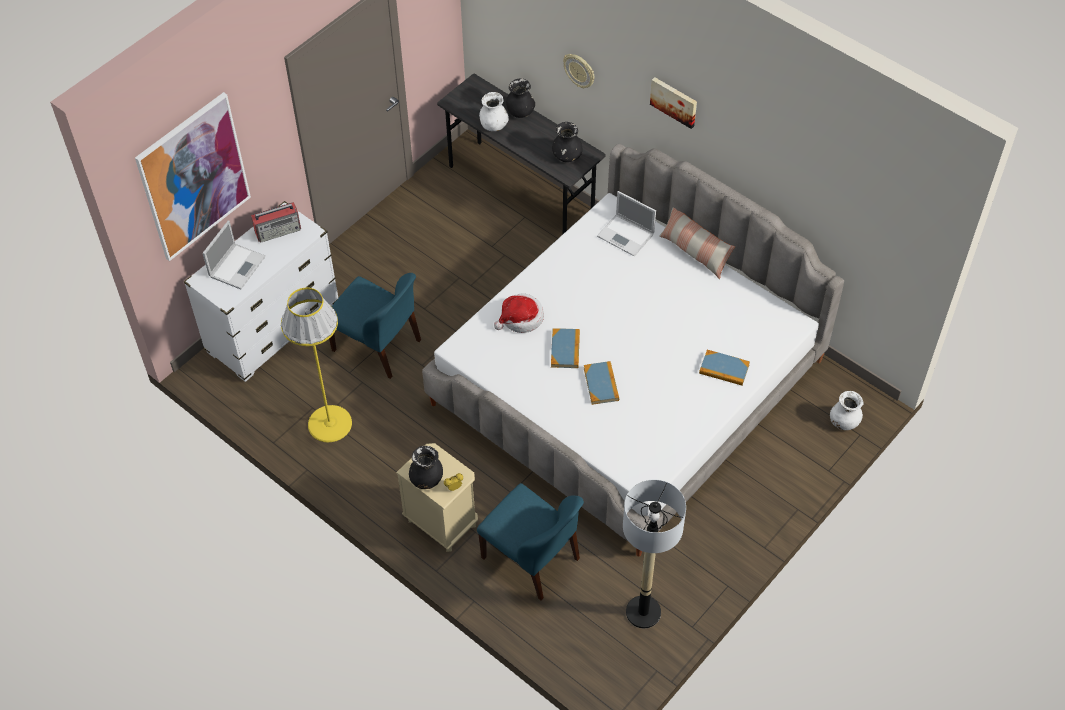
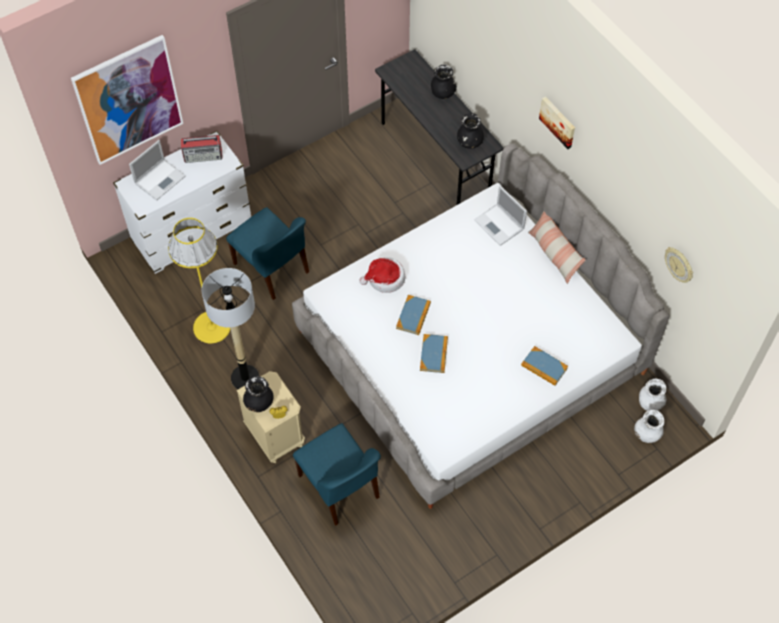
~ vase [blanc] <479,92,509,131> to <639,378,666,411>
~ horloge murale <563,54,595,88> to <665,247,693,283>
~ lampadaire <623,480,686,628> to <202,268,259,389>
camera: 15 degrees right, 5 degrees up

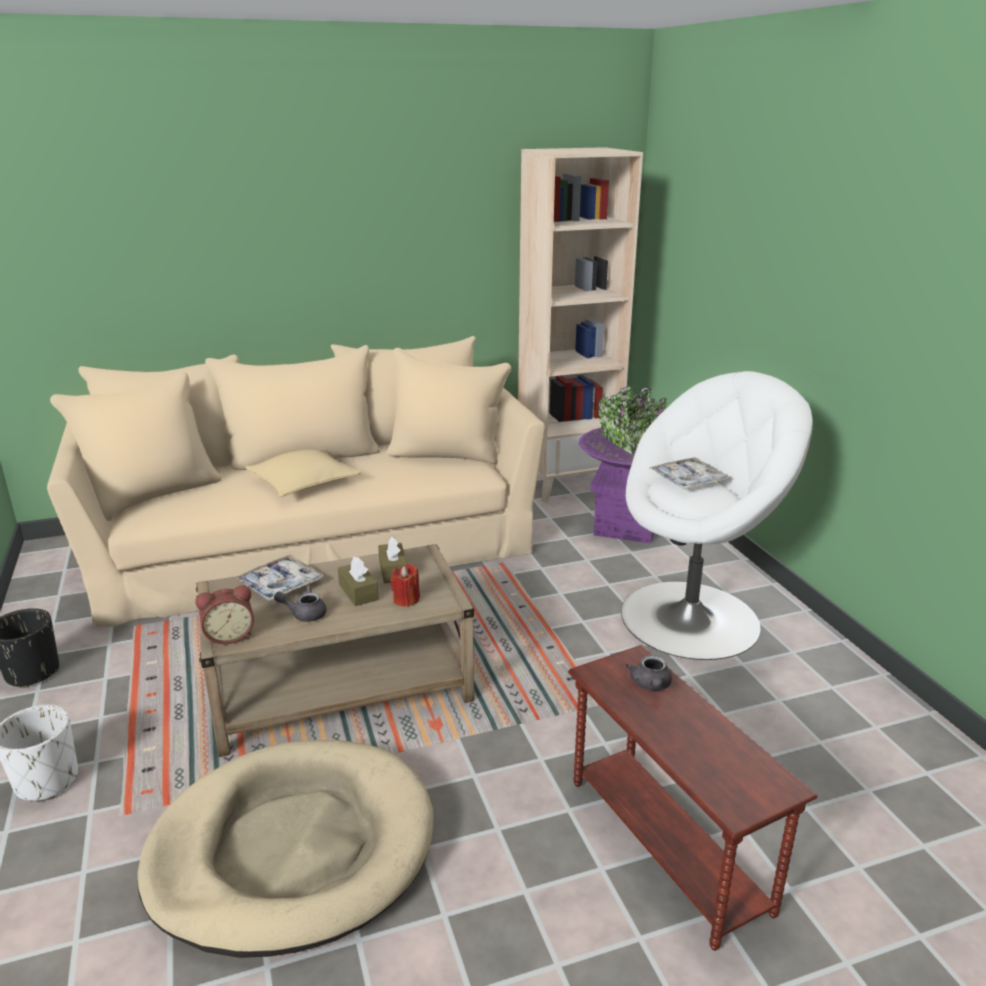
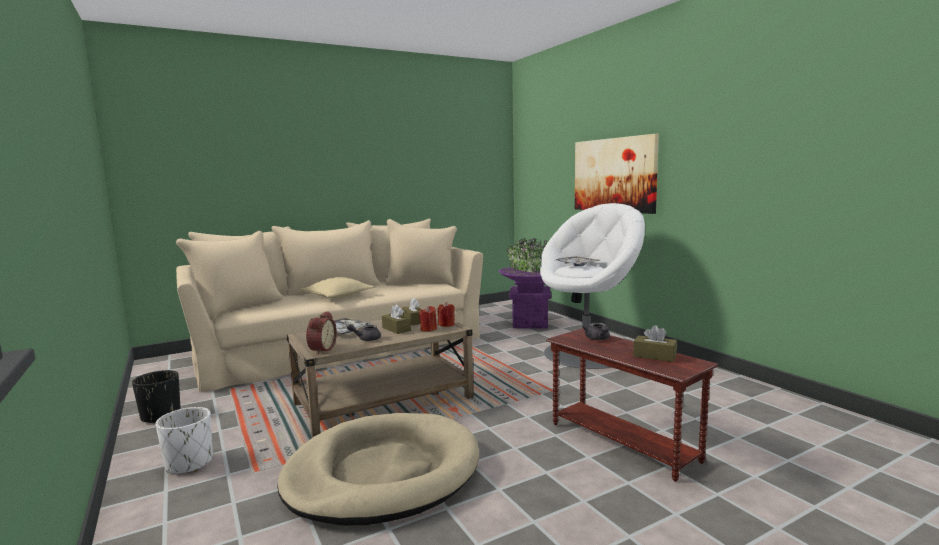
~ réveil <195,585,254,644> = <306,311,337,354> 45 degrees counterclockwise
- bibliothèque [beige] <518,147,643,502>
+ bougie [rouge] <438,302,455,327>
+ tableau <575,134,659,214>
+ boîte à mouchoirs [marron] <633,325,677,362>
camera: 10 degrees left, 15 degrees down

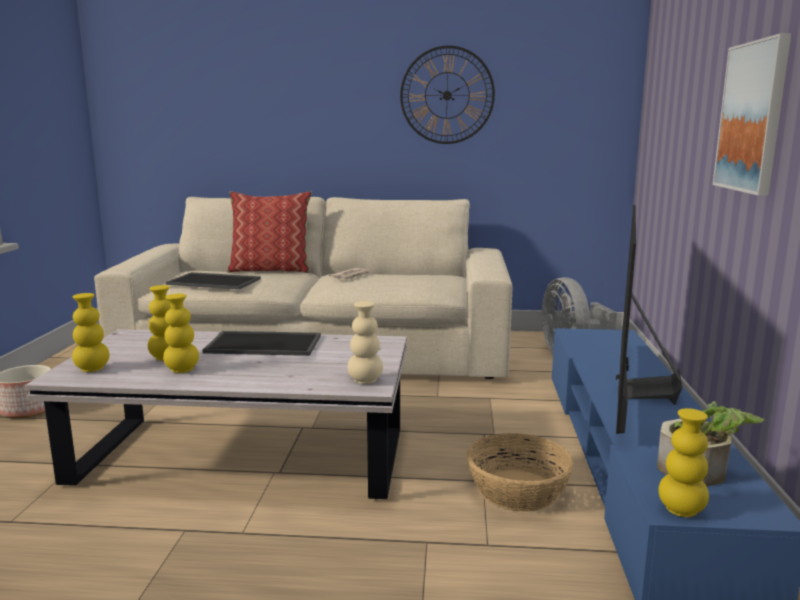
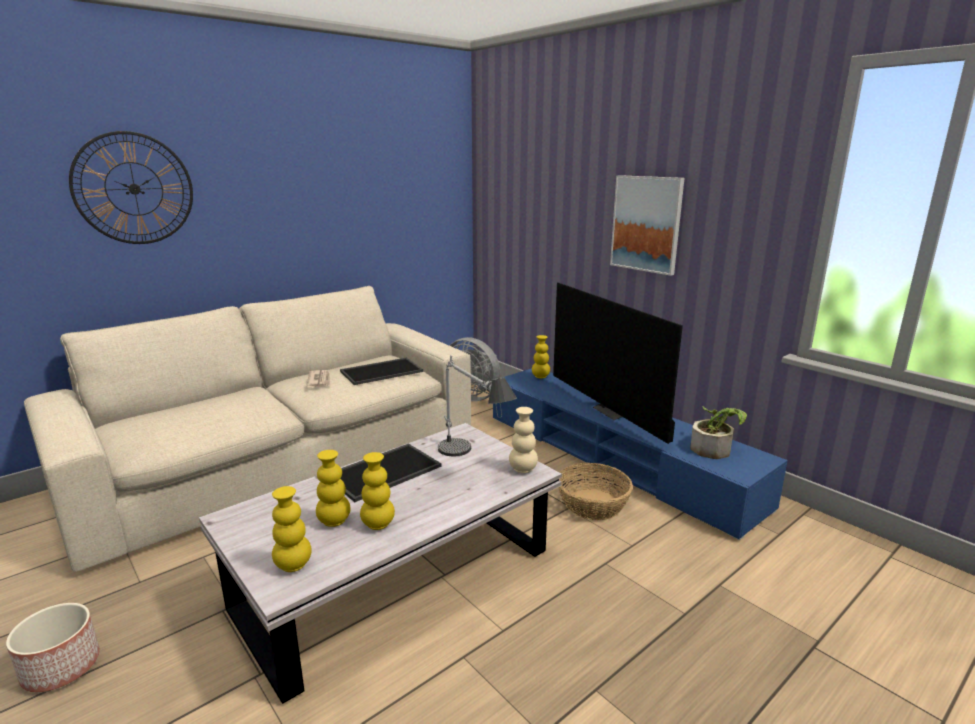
~ plateau <166,272,261,290> to <340,358,423,385>
- coussin <227,191,312,273>
~ horloge murale <400,45,495,144> to <69,131,193,244>
~ vase [jaune] <658,408,709,517> to <532,335,550,378>
+ lampe de table <438,355,517,457>
camera: 45 degrees left, 5 degrees up

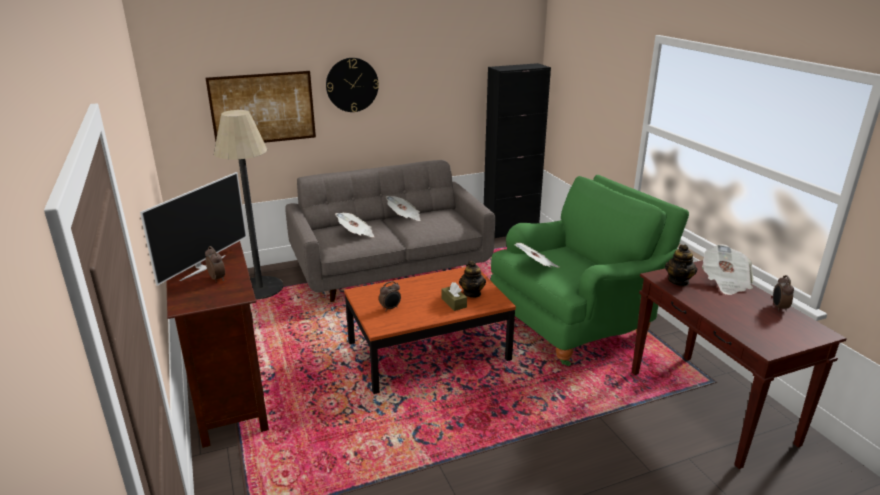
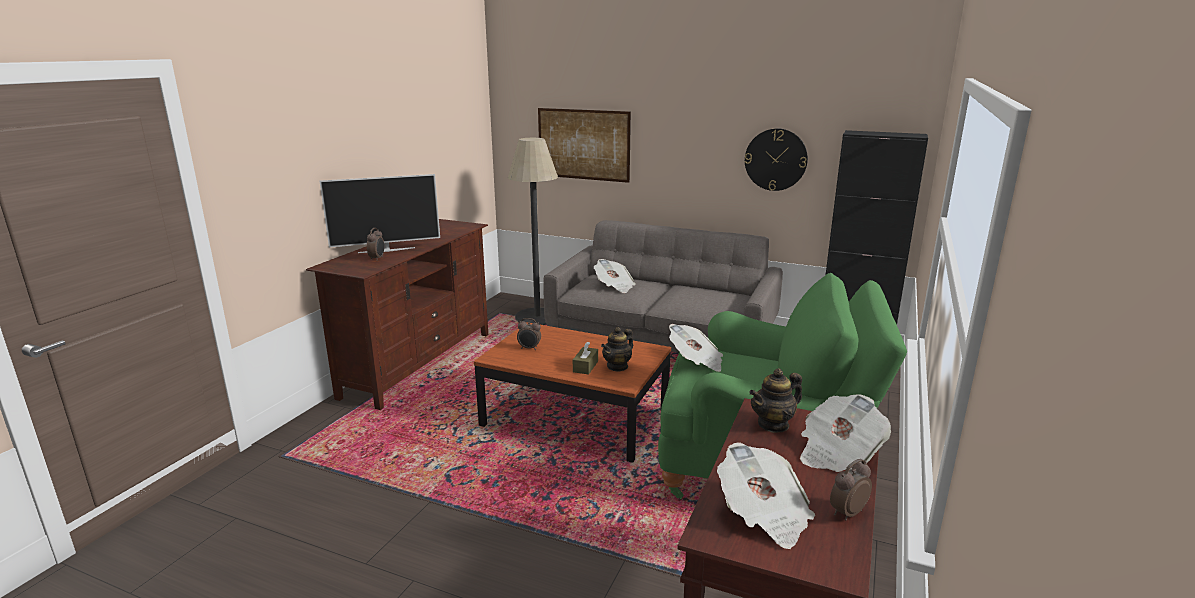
~ horloge murale <326,58,379,112> to <745,128,808,191>
~ journal <386,196,420,221> to <717,442,815,549>
camera: 45 degrees right, 5 degrees down

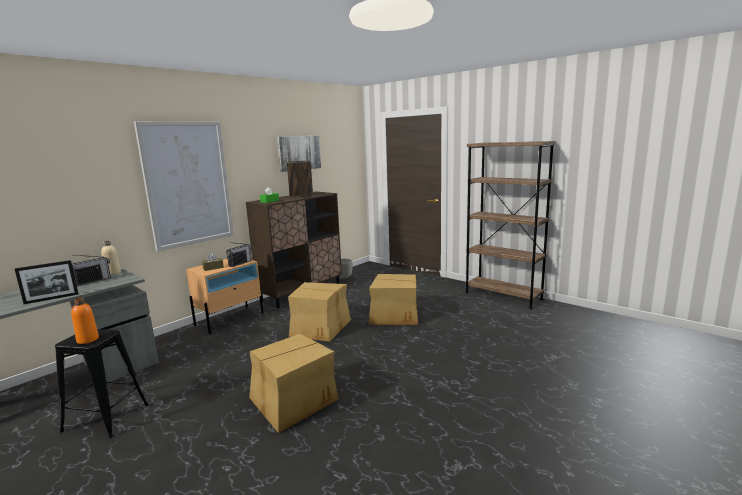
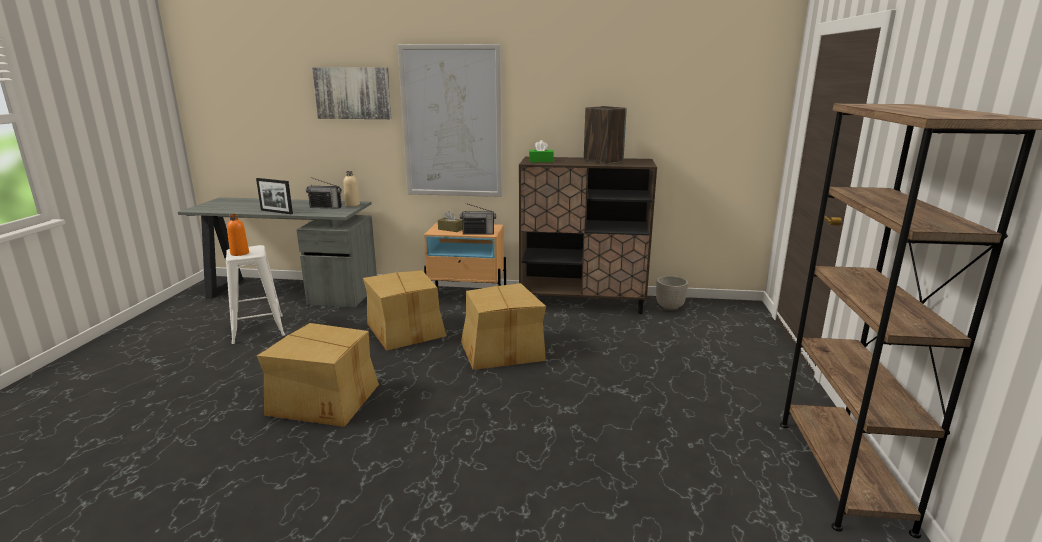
~ tabouret [noir] <55,329,149,438> to tabouret [blanc] <225,245,285,344>
~ tableau <277,136,321,172> to <312,67,392,119>
~ carton <368,274,418,325> to <363,270,447,351>
camera: 55 degrees right, 5 degrees up

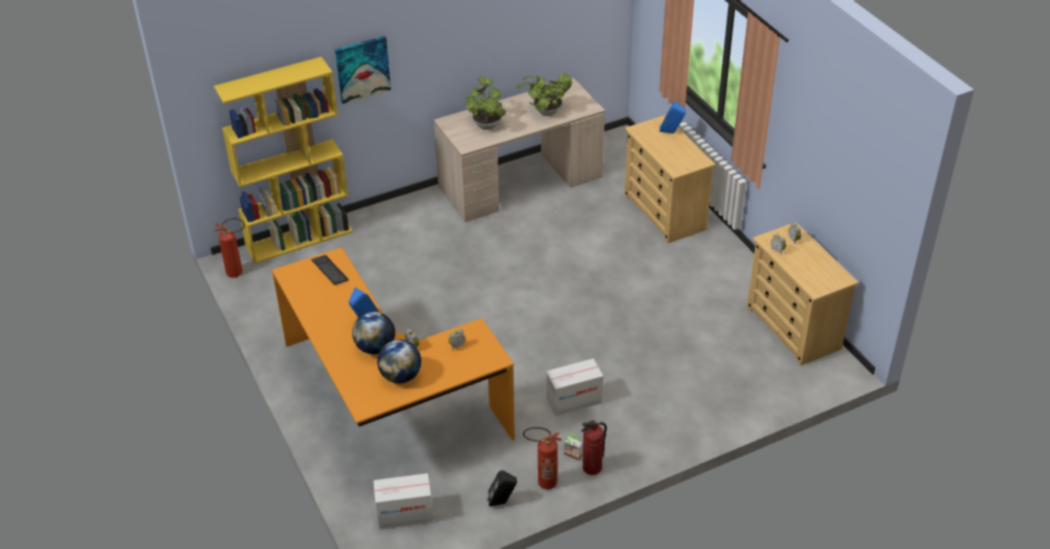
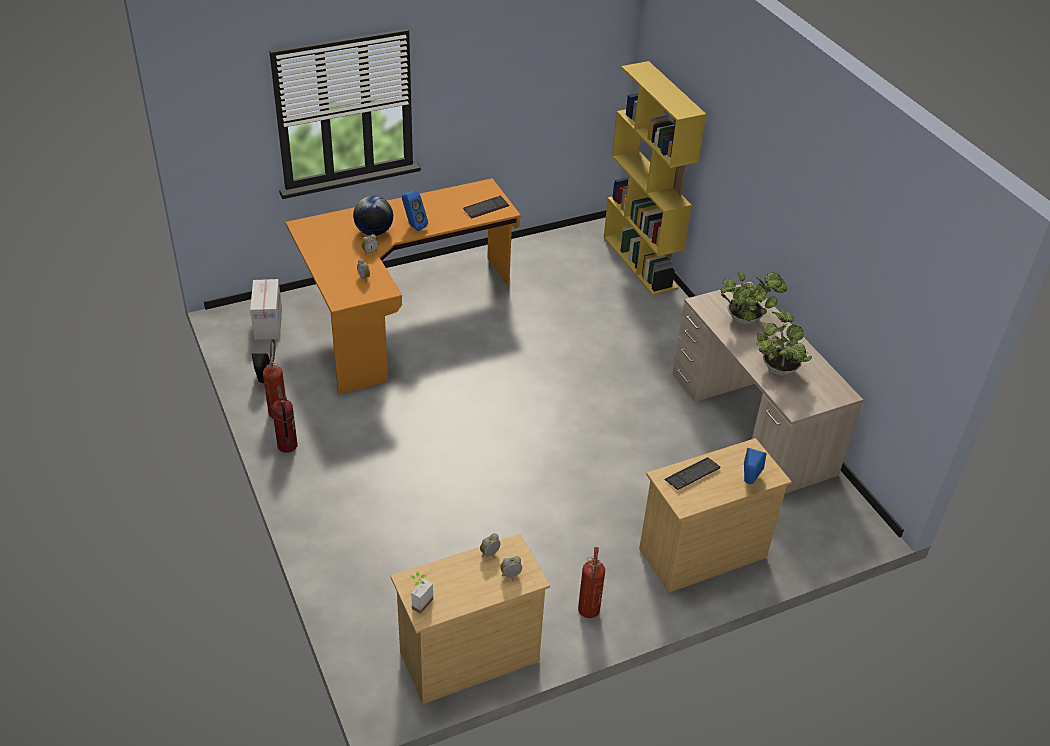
~ extincteur <214,218,245,278> to <578,547,605,618>
- tableau <335,36,391,104>
- globe <377,340,421,384>
- carton <547,358,603,416>
~ plante en pot <564,433,583,461> to <411,571,433,614>
+ clavier <664,457,721,490>
camera: 90 degrees right, 0 degrees up

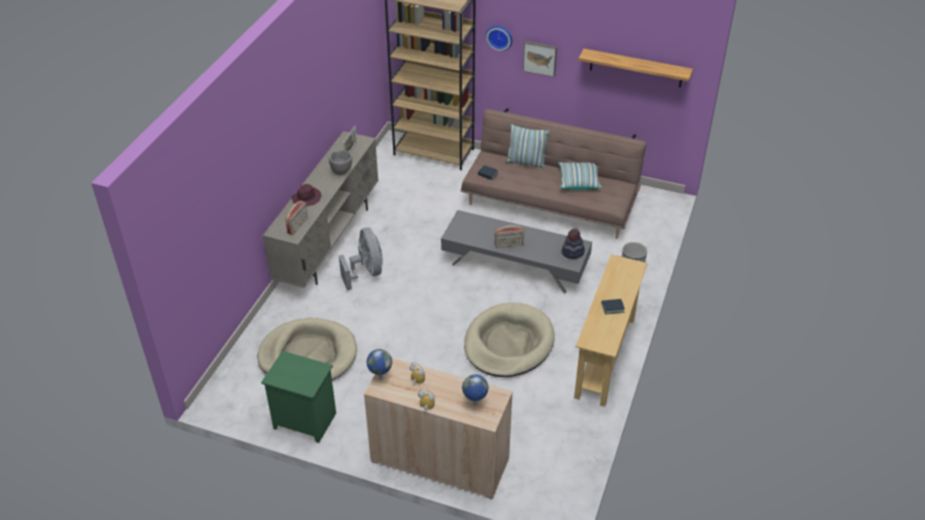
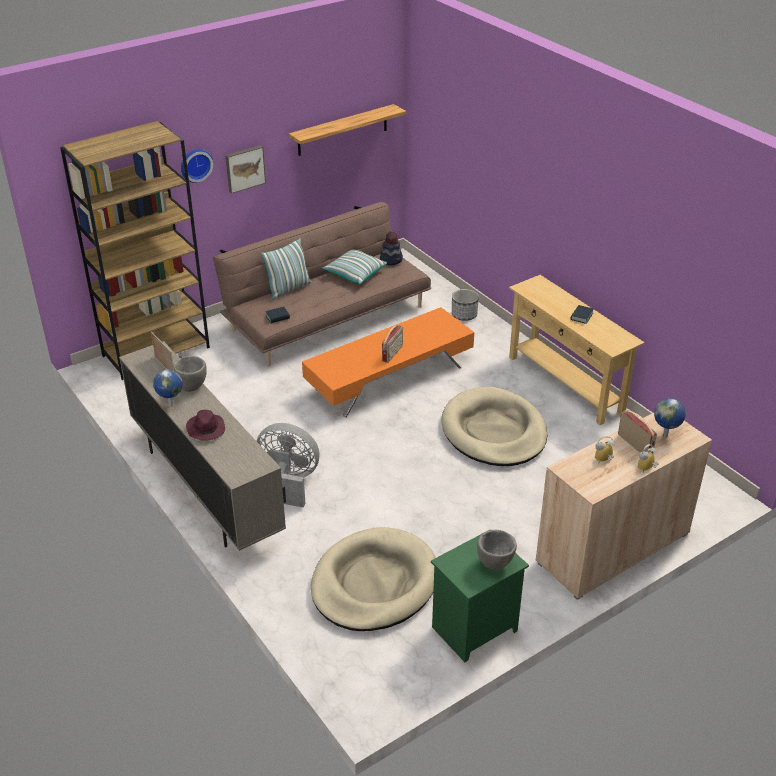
~ radio <285,201,308,235> to <618,410,657,453>
~ globe <367,349,392,380> to <153,369,183,407>
~ table basse [gris] <441,210,592,294> to table basse [orange] <302,307,474,418>
~ chapeau <562,229,585,259> to <380,231,403,265>
+ bol [gris] <477,530,517,570>
camera: 55 degrees left, 5 degrees down

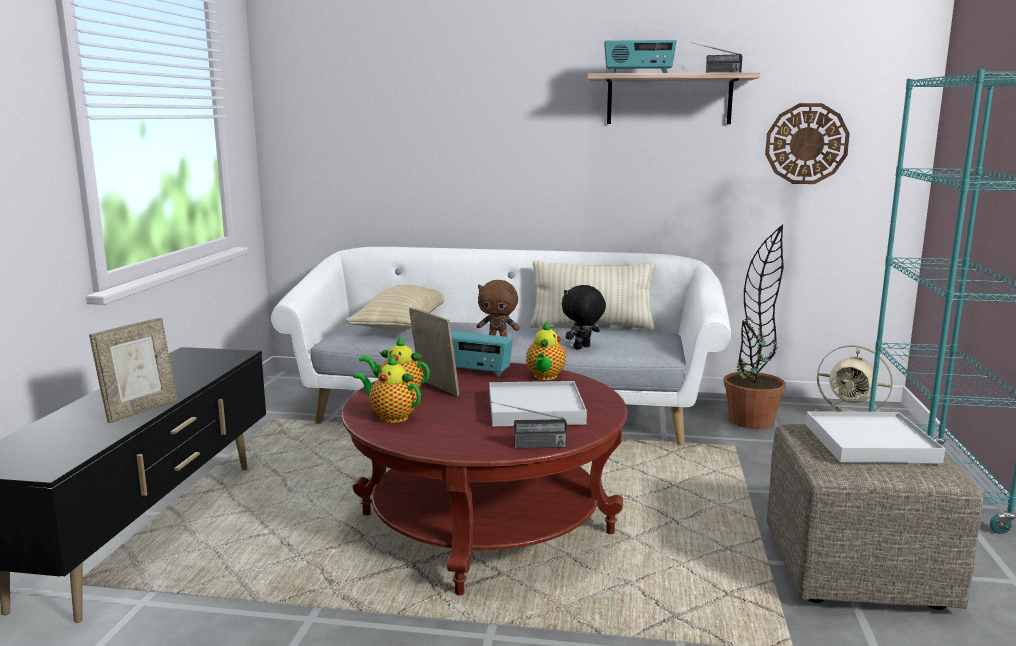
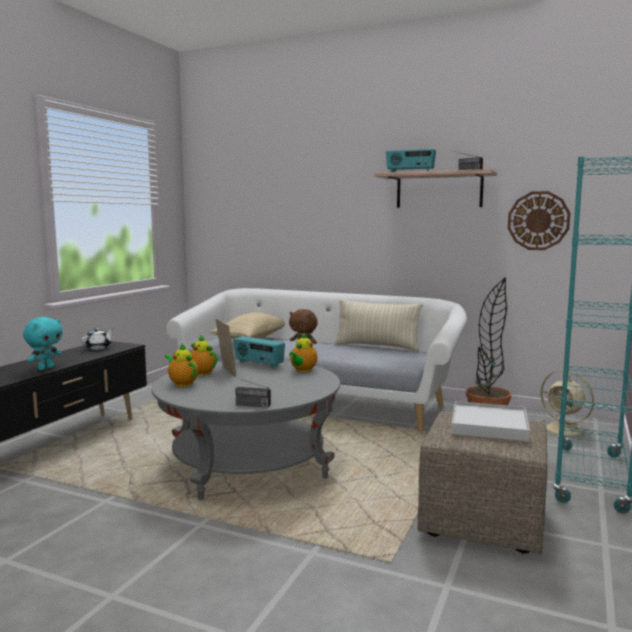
~ cadre photo <89,318,177,423> to peluche [turquoise] <23,317,62,370>
~ table basse [rouge] <342,363,627,595> to table basse [gris] <152,360,340,500>
- plateau [blanc] <489,381,587,426>
- peluche [noir] <562,285,606,350>
+ théière [blanc] <82,328,113,350>
camera: 15 degrees right, 5 degrees down

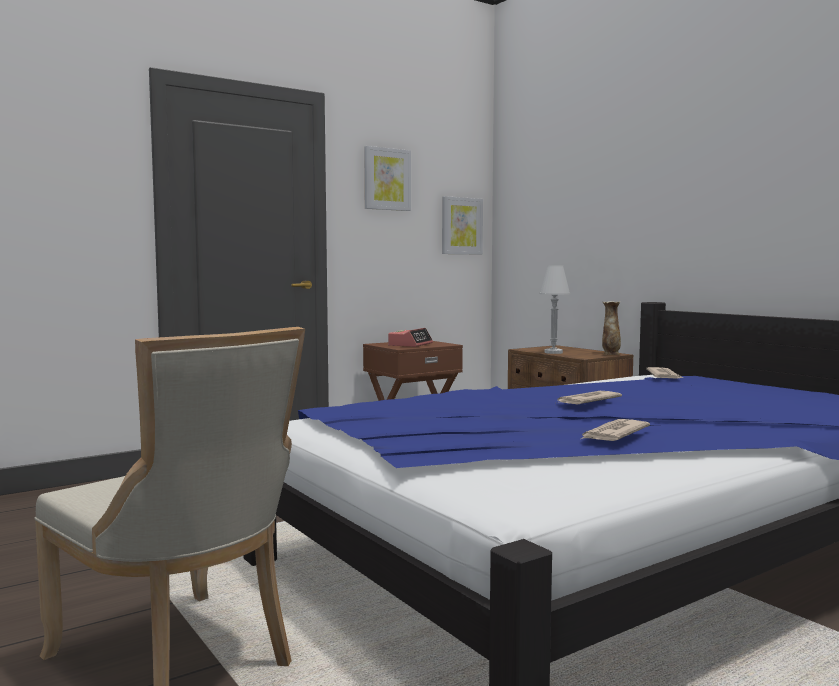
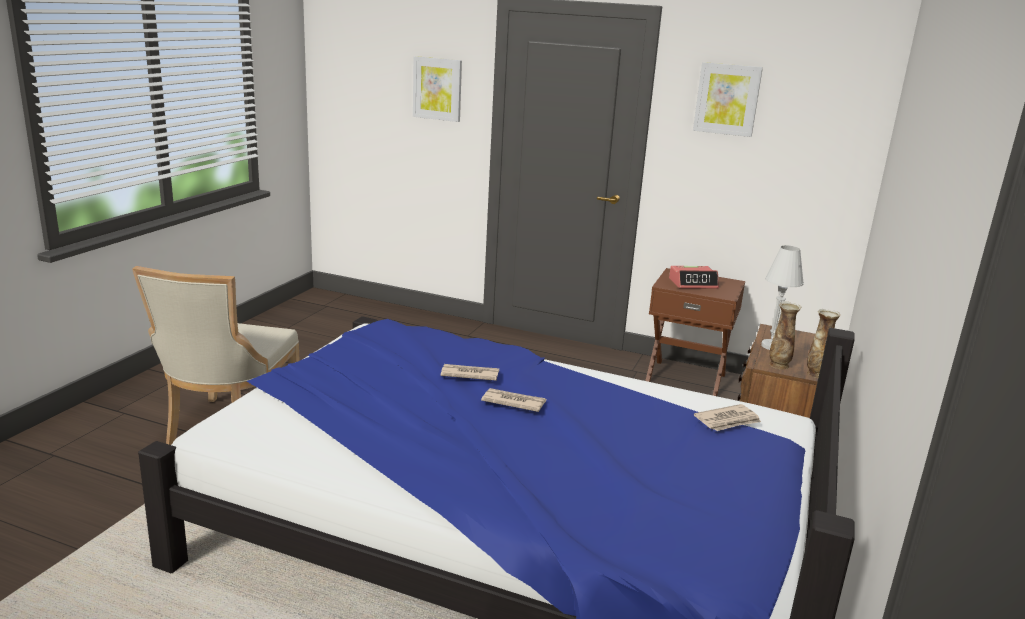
~ tableau <442,196,483,254> to <413,56,462,122>
~ journal <581,419,650,441> to <440,364,499,381>
+ vase <769,301,801,369>
camera: 55 degrees right, 15 degrees up

